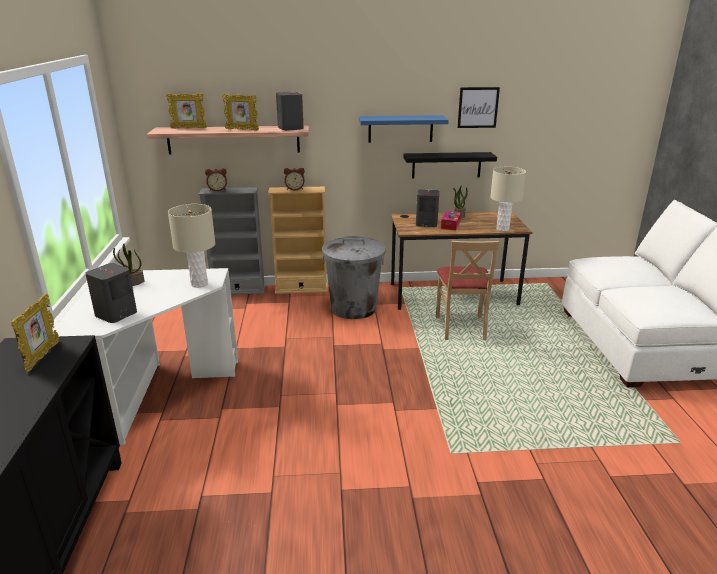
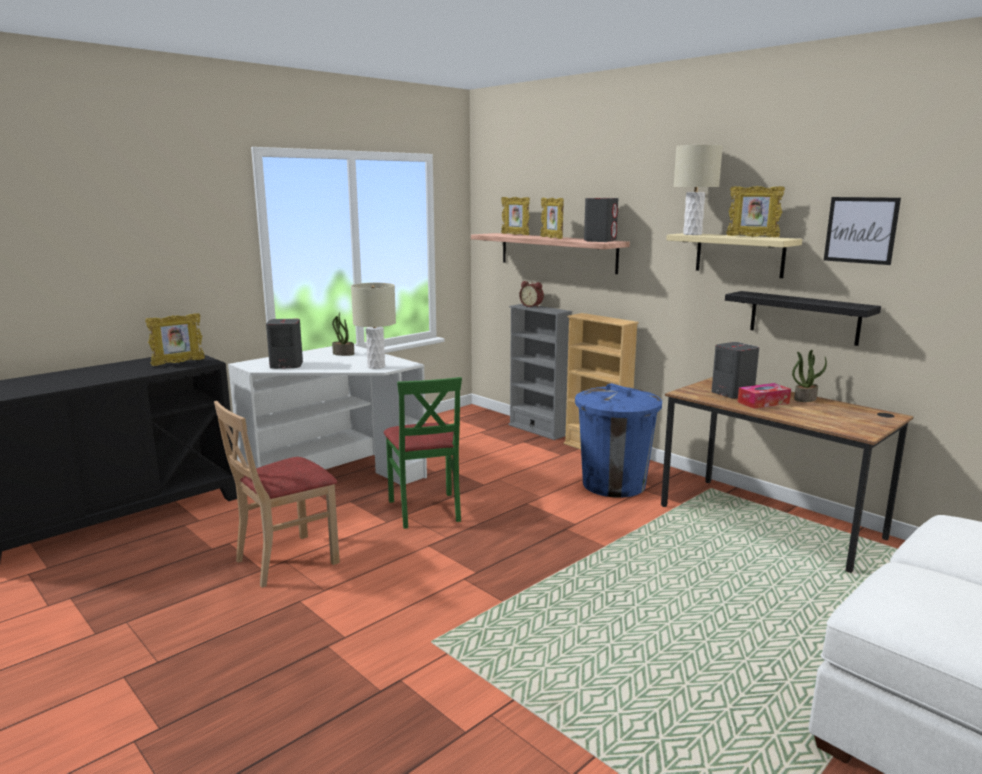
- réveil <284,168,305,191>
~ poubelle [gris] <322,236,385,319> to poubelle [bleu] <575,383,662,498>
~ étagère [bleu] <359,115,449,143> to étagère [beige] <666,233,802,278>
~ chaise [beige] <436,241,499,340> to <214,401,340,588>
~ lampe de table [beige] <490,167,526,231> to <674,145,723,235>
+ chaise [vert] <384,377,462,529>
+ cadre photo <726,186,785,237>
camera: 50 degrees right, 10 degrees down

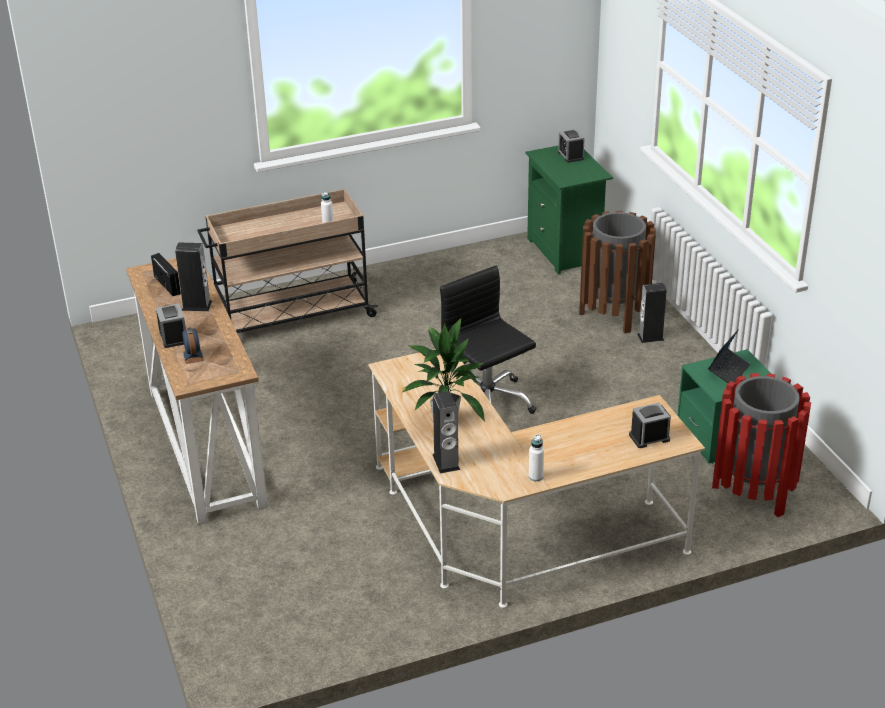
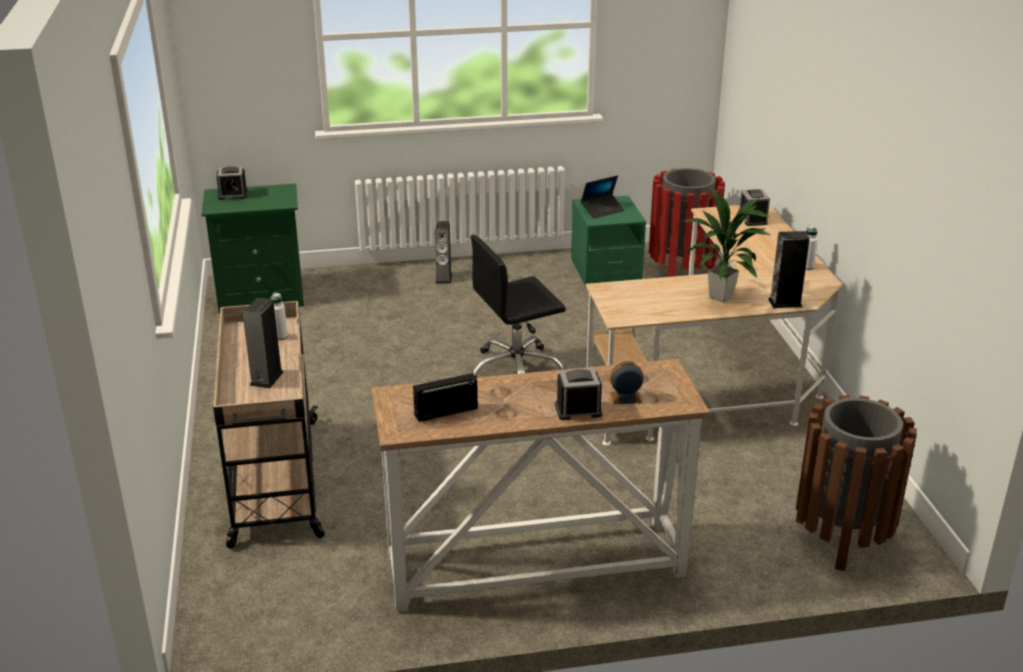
~ enceinte <175,243,212,311> to <243,298,283,389>
~ poubelle [marron] <579,211,656,333> to <796,395,917,571>
~ ordinateur portable <708,329,750,383> = <581,176,625,218> 105 degrees clockwise
camera: 80 degrees left, 5 degrees down

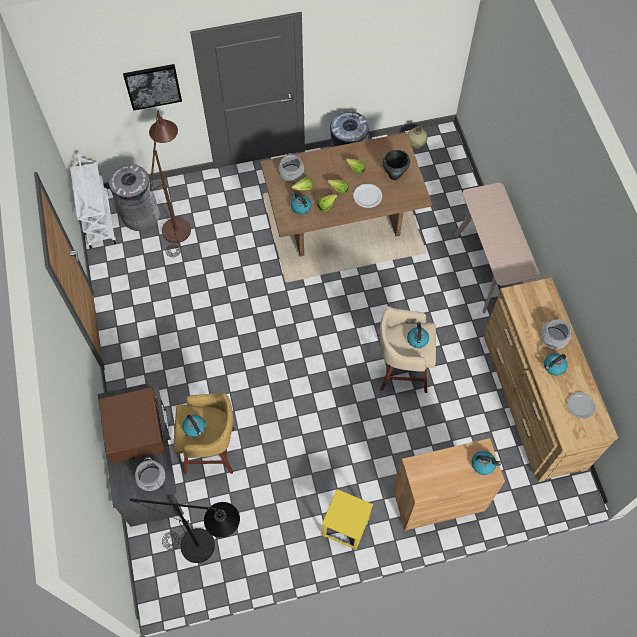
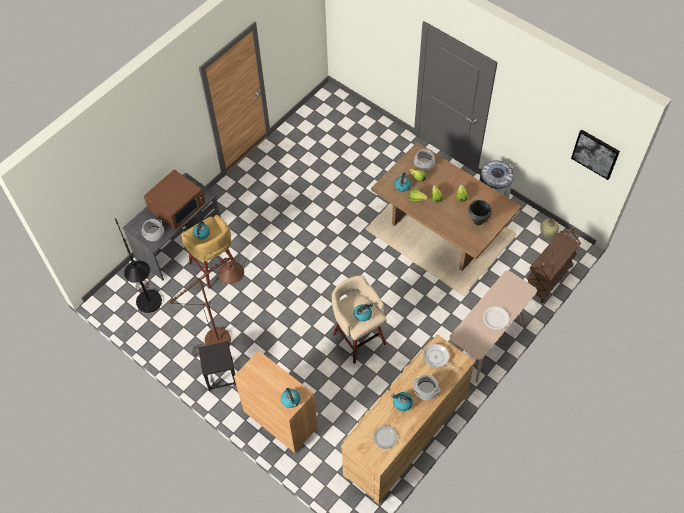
- chariot [blanc] <70,152,116,249>
- poubelle [gris] <109,164,160,231>
~ tableau <123,64,182,111> to <571,129,620,180>
~ lampadaire [marron] <149,111,191,257> to <169,258,244,357>
~ tabouret [jaune] <322,489,373,550> to tabouret [noir] <198,341,236,391>
~ assiette [blanc] <353,184,382,208> to <483,306,510,330>
+ poêle <423,344,460,371>
+ chariot [marron] <527,227,581,303>
camera: 55 degrees right, 5 degrees down

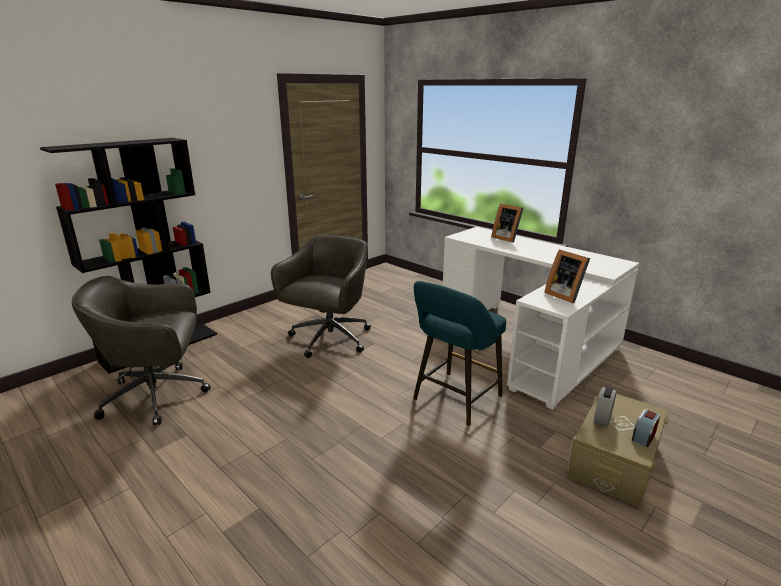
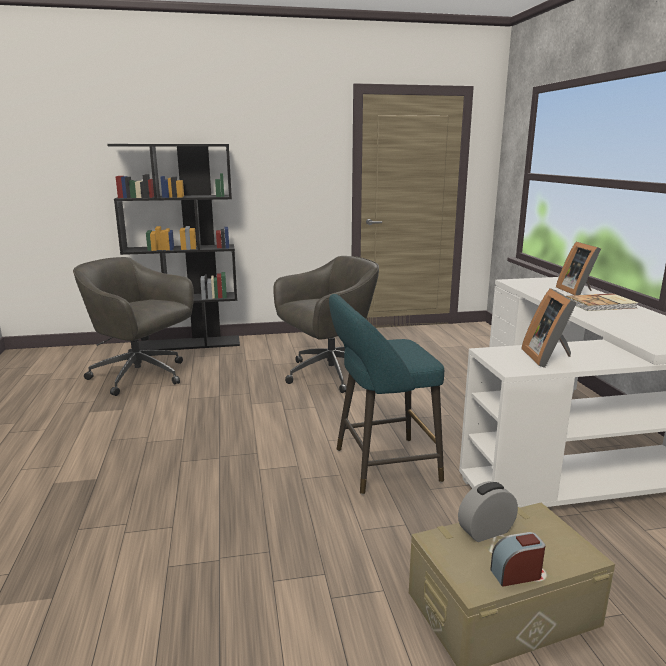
+ livre <567,293,638,311>
camera: 35 degrees right, 5 degrees down

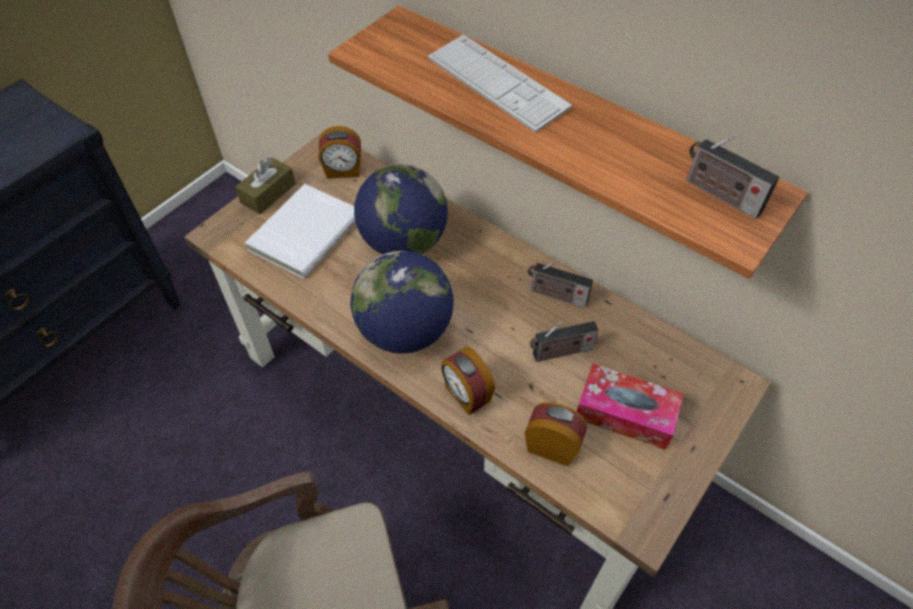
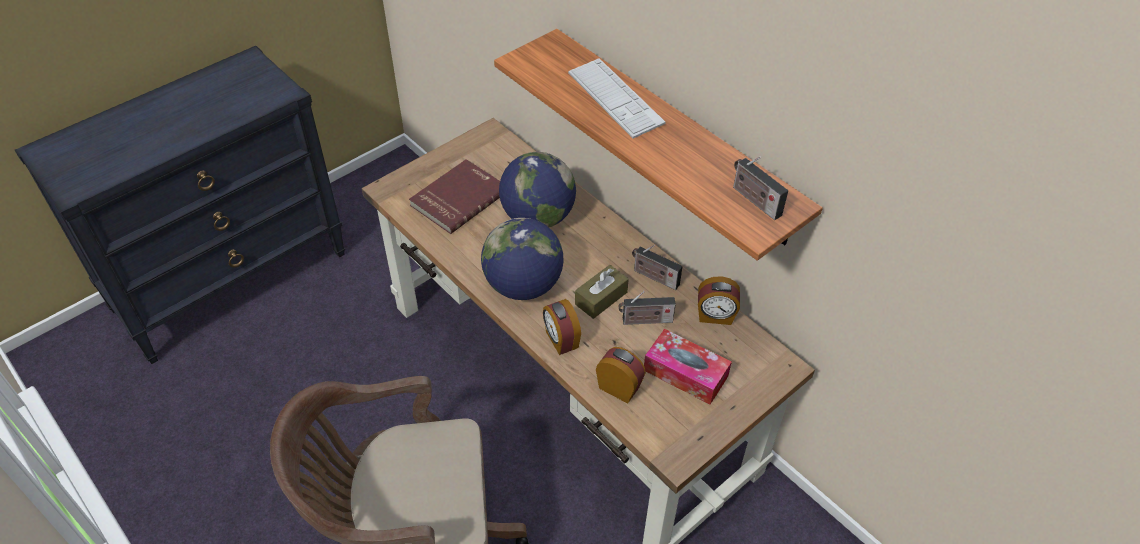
~ boîte à mouchoirs [marron] <235,157,296,214> to <575,265,629,319>
~ livre [blanc] <245,184,356,279> to livre [rouge] <409,159,500,234>
~ réveil <318,126,361,179> to <698,276,740,325>
camera: 10 degrees right, 5 degrees down

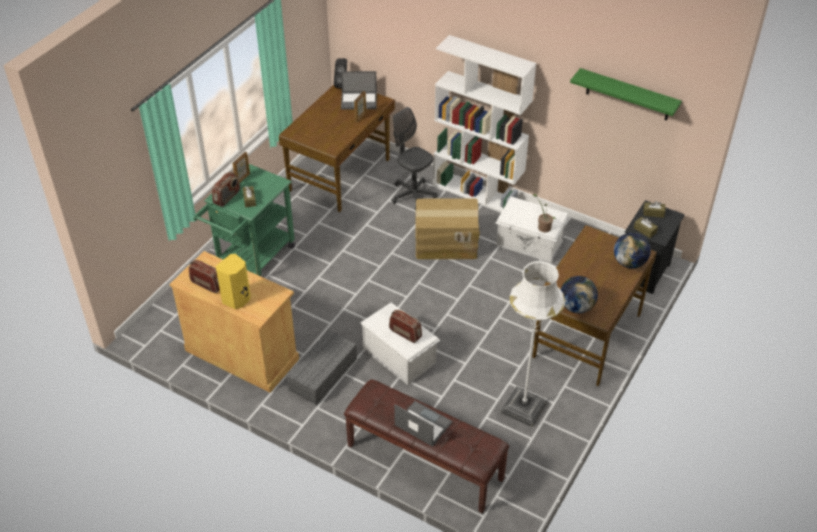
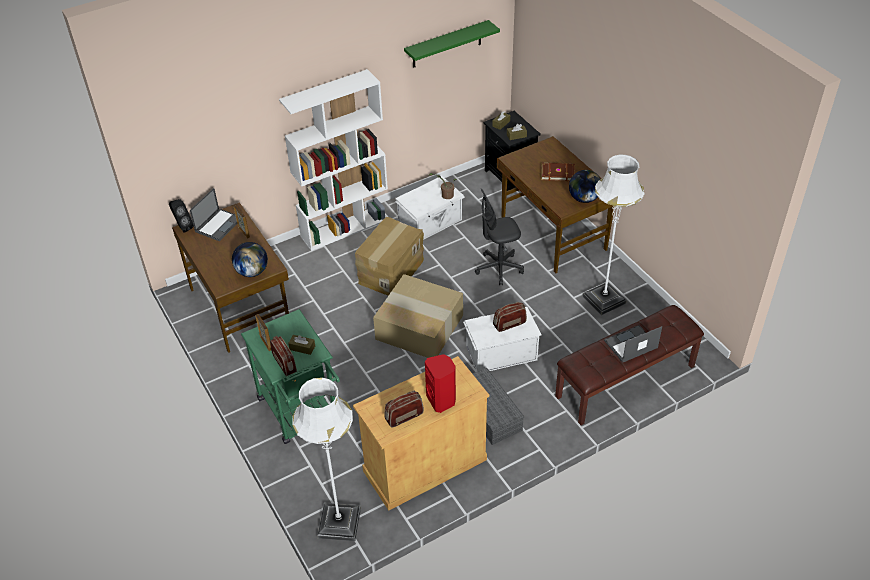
~ enceinte [jaune] <216,254,251,309> to enceinte [rouge] <425,354,456,413>
~ chaise de bureau [gris] <392,107,437,211> to <475,188,524,285>
~ globe <614,232,651,268> to <232,242,268,277>
+ lampadaire [blanc] <293,377,361,541>
+ carton <373,274,463,358>
+ livre [marron] <541,163,575,181>
camera: 60 degrees left, 0 degrees up

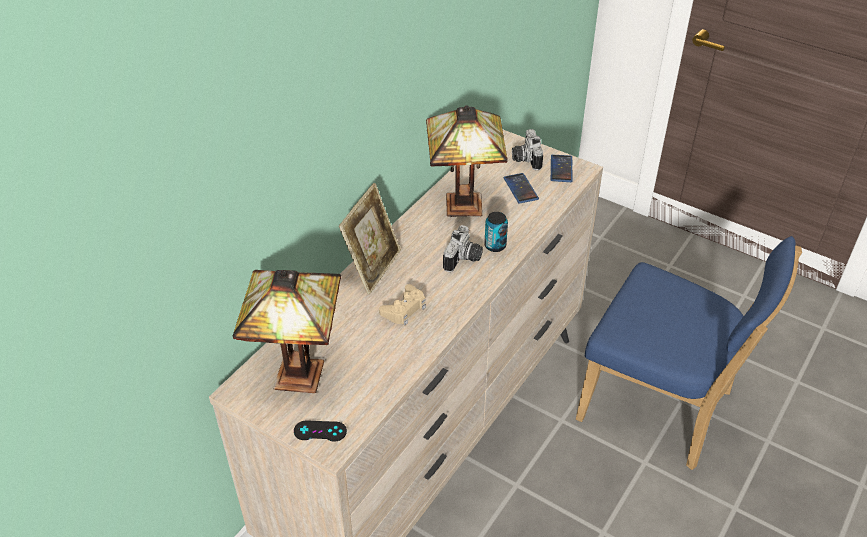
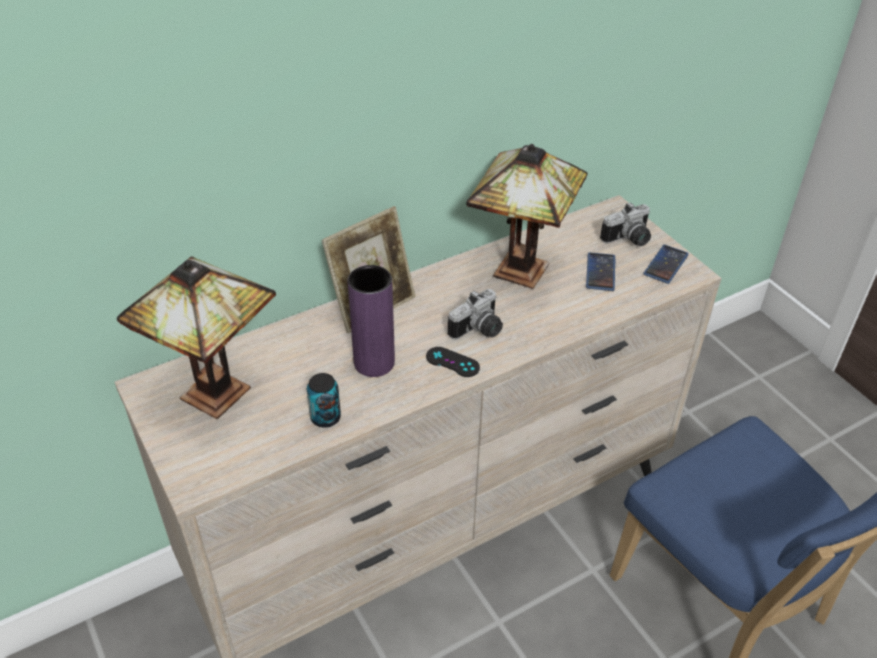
~ manette [noir] <294,420,347,442> to <426,347,480,377>
~ manette [beige] <379,284,426,325> to vase [violet] <348,265,395,377>
~ boîte métallique <484,212,508,252> to <307,373,341,428>
~ appareil photo <512,129,543,170> = <600,202,651,246> 135 degrees counterclockwise
camera: 25 degrees right, 0 degrees up

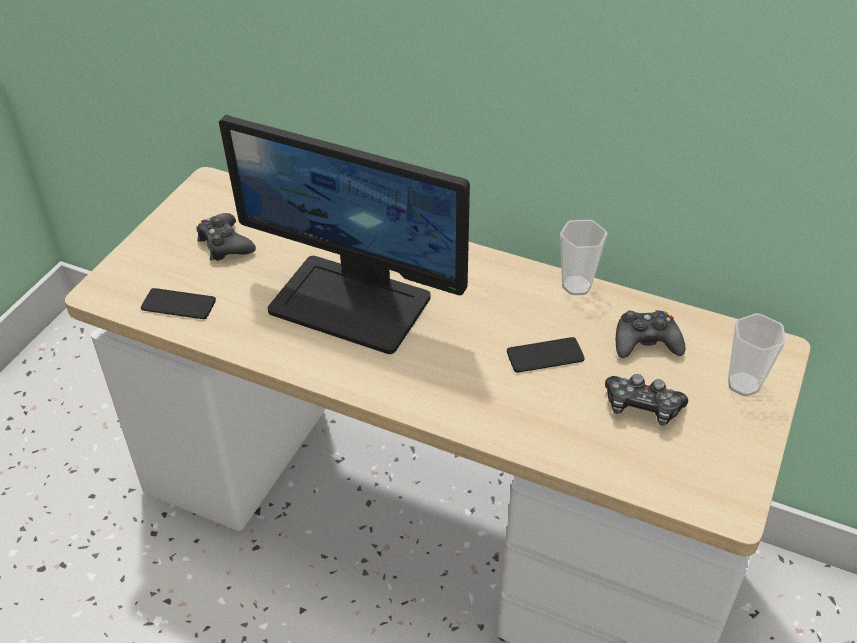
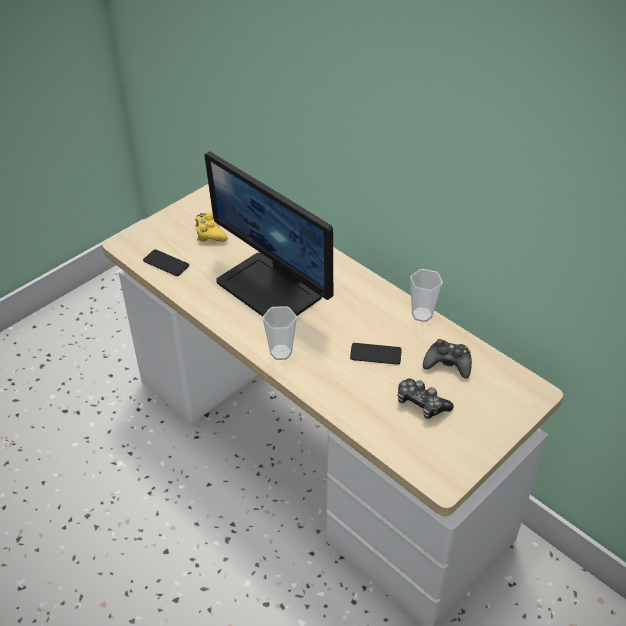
~ manette [noir] <196,213,256,261> to manette [jaune] <195,212,228,242>
~ tasse <728,313,786,396> to <263,306,297,360>
camera: 20 degrees right, 0 degrees up

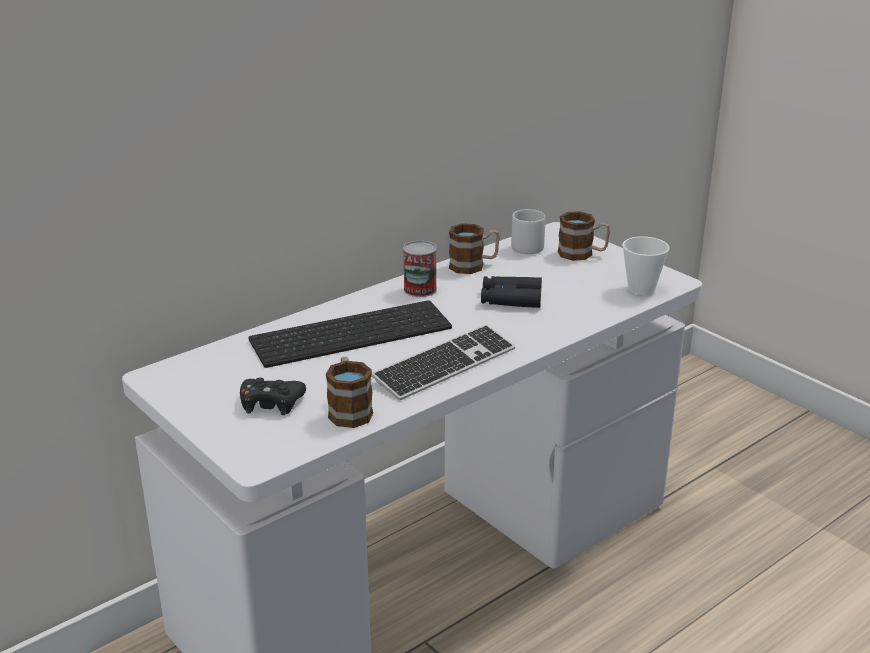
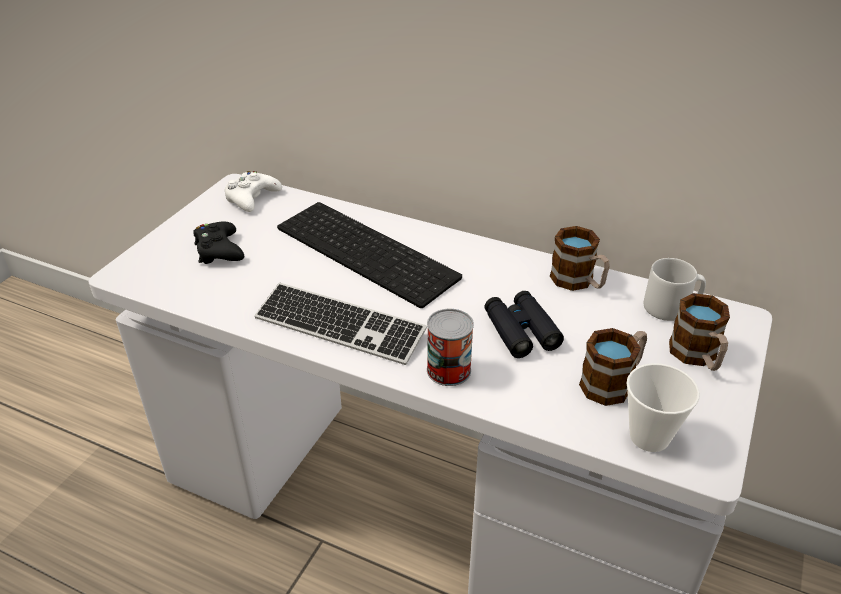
~ mug <326,357,373,428> to <579,328,647,406>
~ boîte métallique <403,241,437,297> to <427,309,474,386>
+ manette [blanc] <225,171,282,212>
camera: 65 degrees right, 10 degrees up

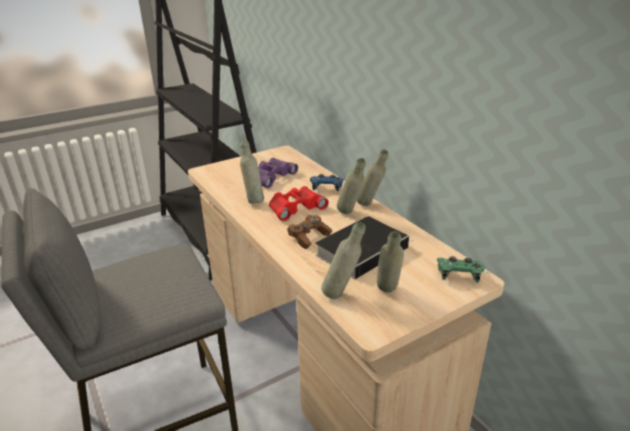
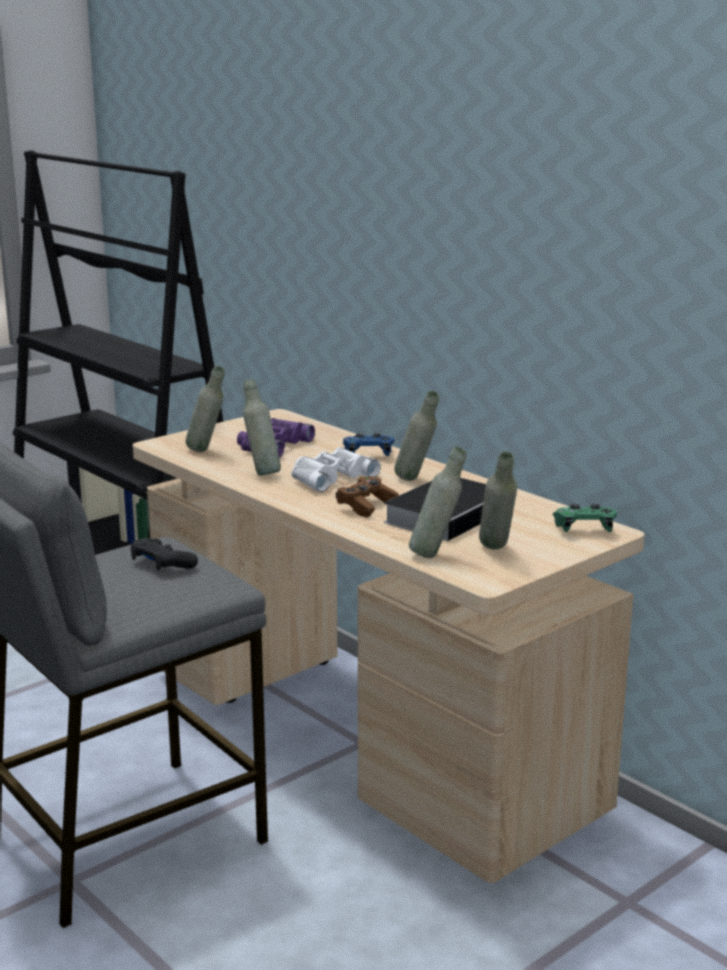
~ jumelles [rouge] <269,186,329,221> to jumelles [blanc] <291,447,381,492>
~ bouteille [gris] <357,149,388,206> to <186,366,224,452>
+ manette [noir] <131,538,198,570>
camera: 10 degrees left, 10 degrees down

